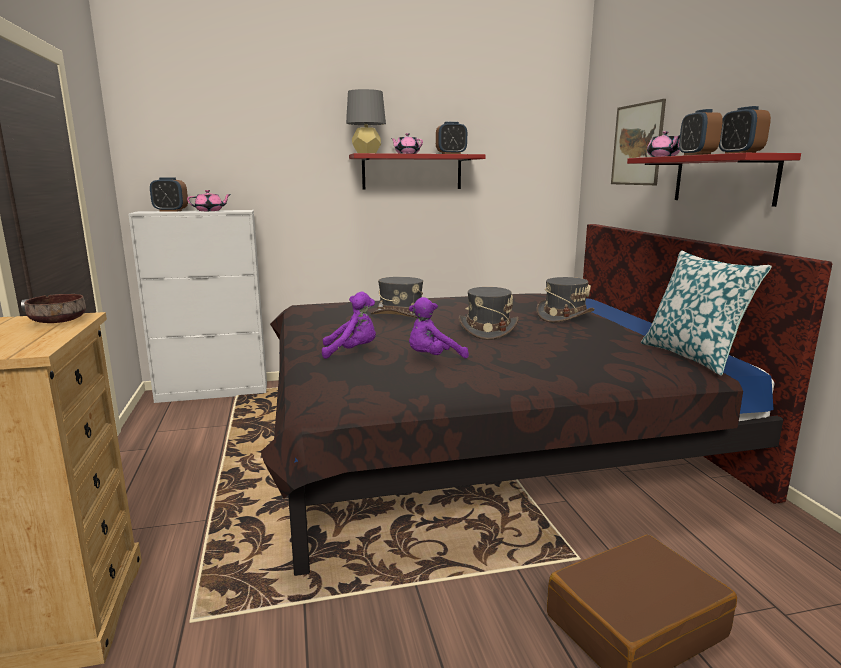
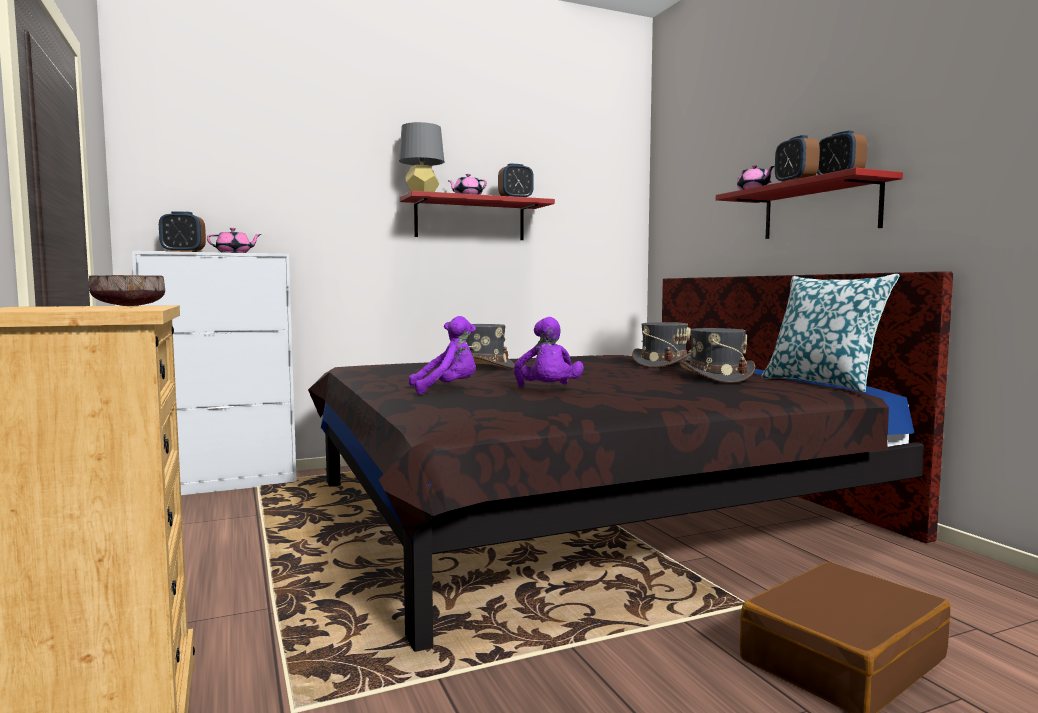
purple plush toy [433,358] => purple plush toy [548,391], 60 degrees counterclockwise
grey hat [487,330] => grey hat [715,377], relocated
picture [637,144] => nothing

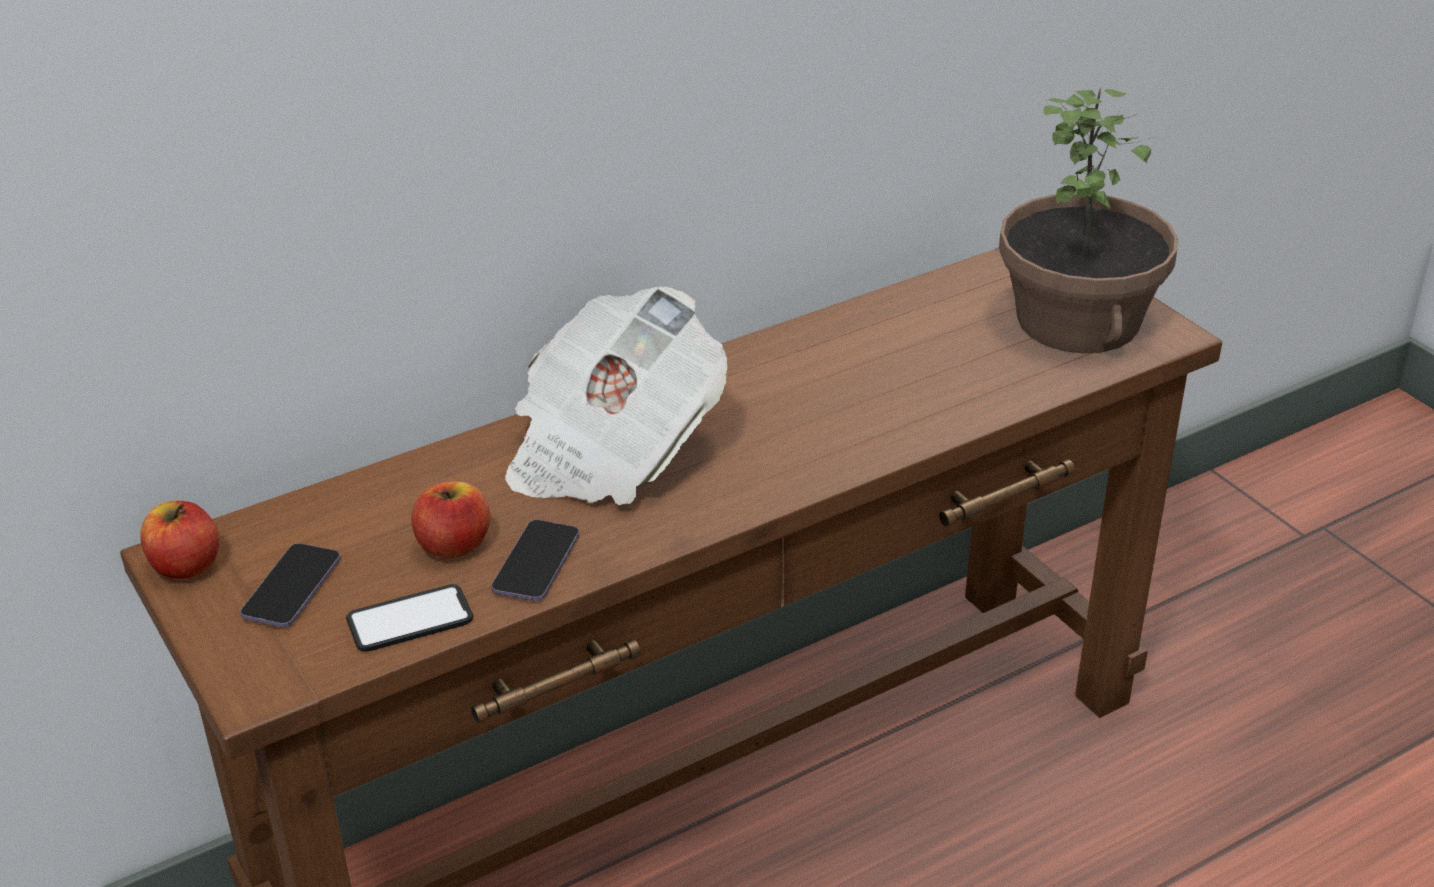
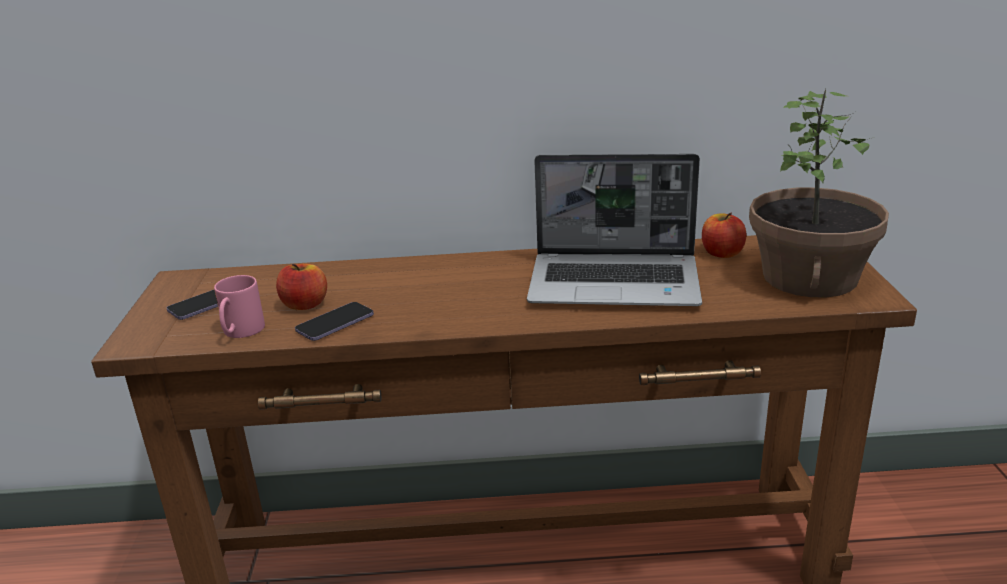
phone [410,620] => pink mug [241,332]
nothing => laptop [616,283]
apple [185,566] => apple [722,253], relocated
newspaper [610,448] => nothing

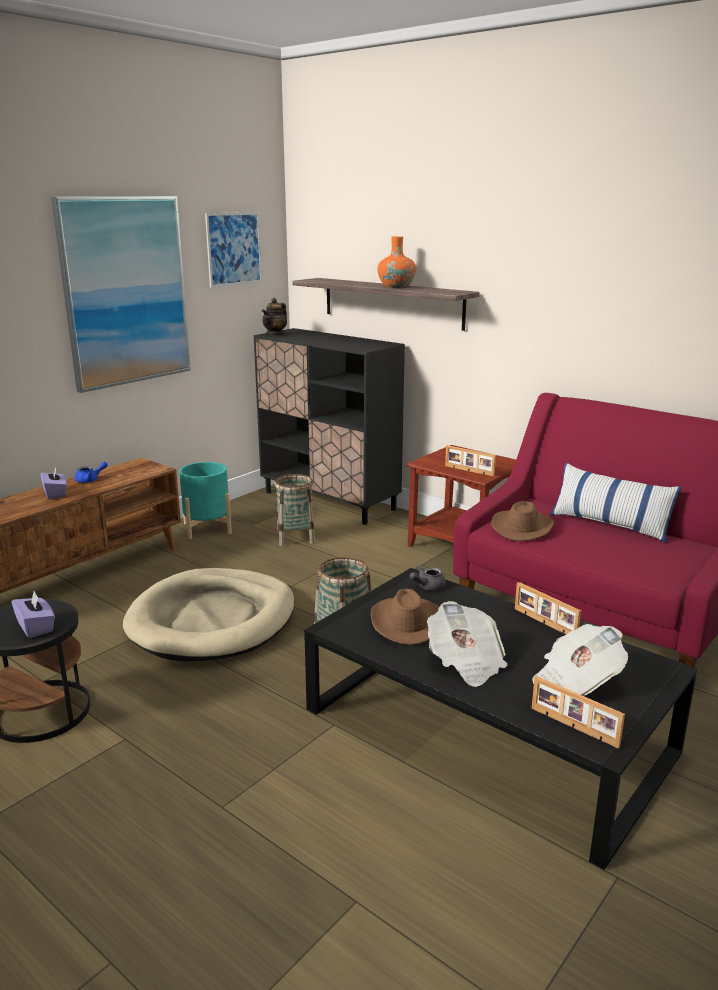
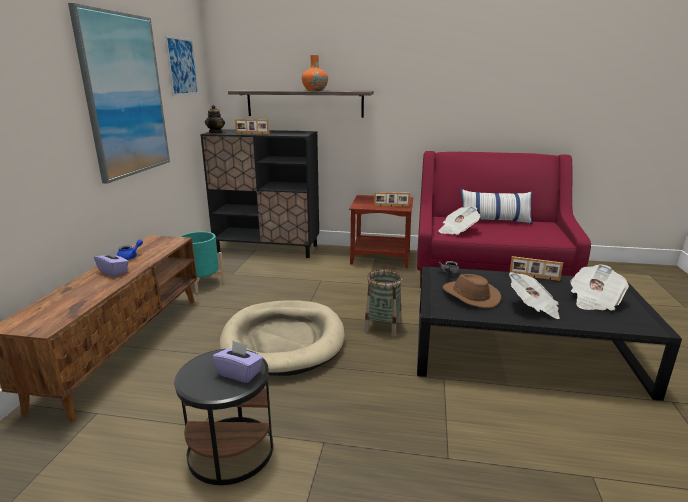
picture frame [573,727] => picture frame [252,133], relocated
brown hat [522,528] => newspaper [457,231]
basket [295,537] => nothing

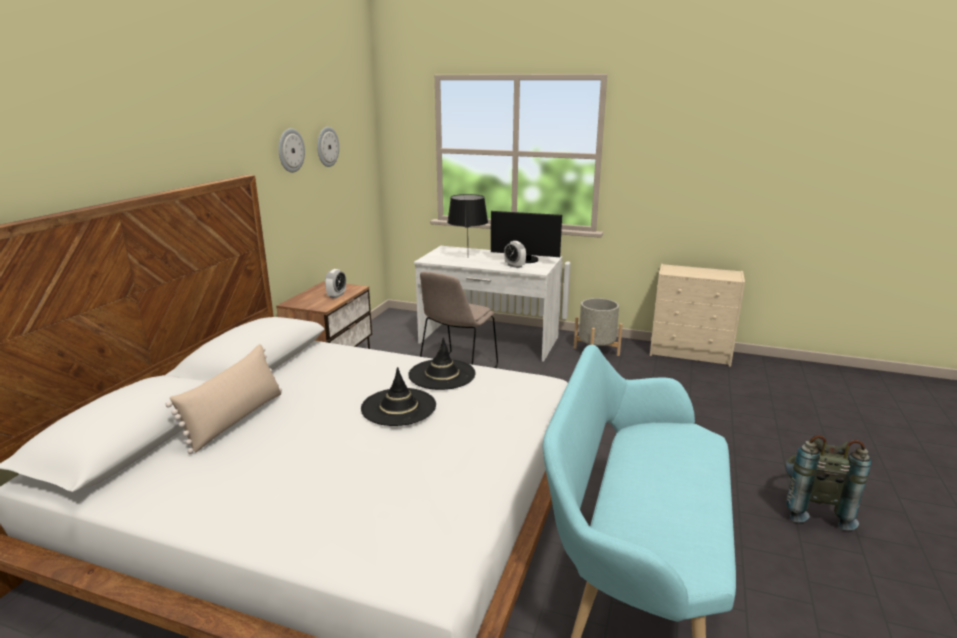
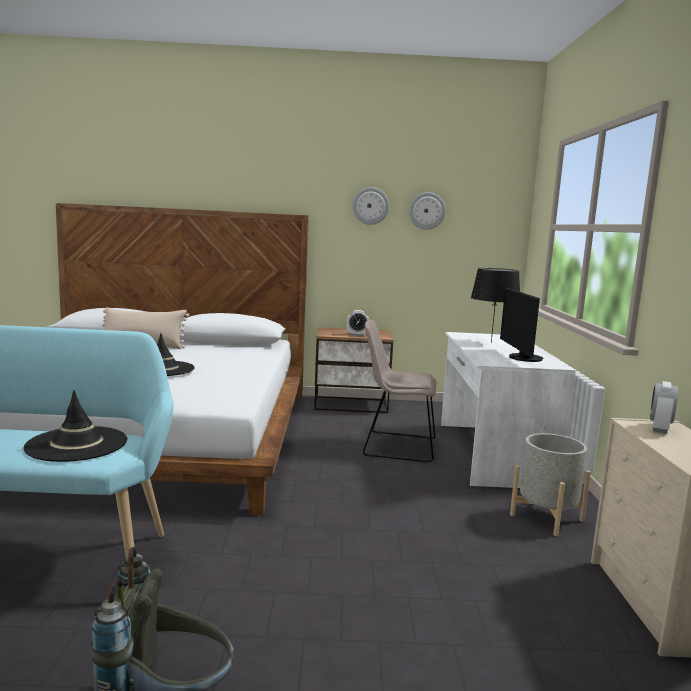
black hat [442,374] => black hat [77,444], relocated
alarm clock [514,266] => alarm clock [659,429], relocated

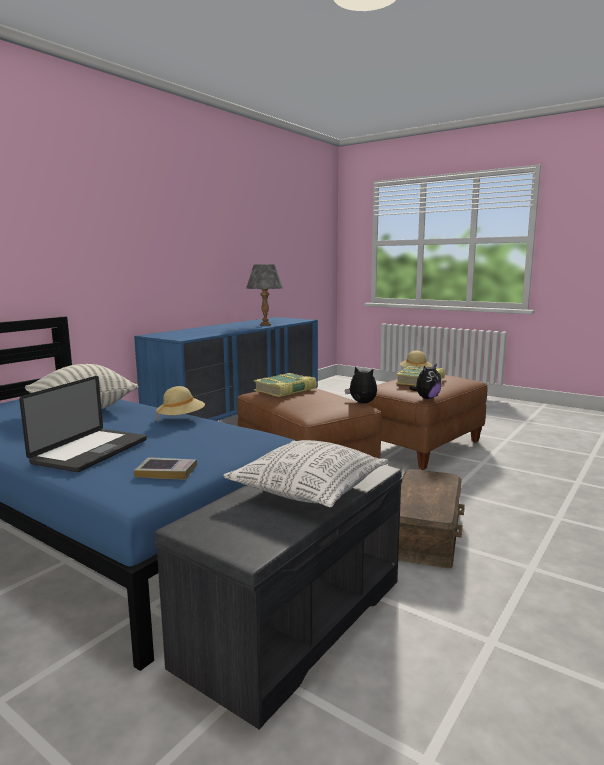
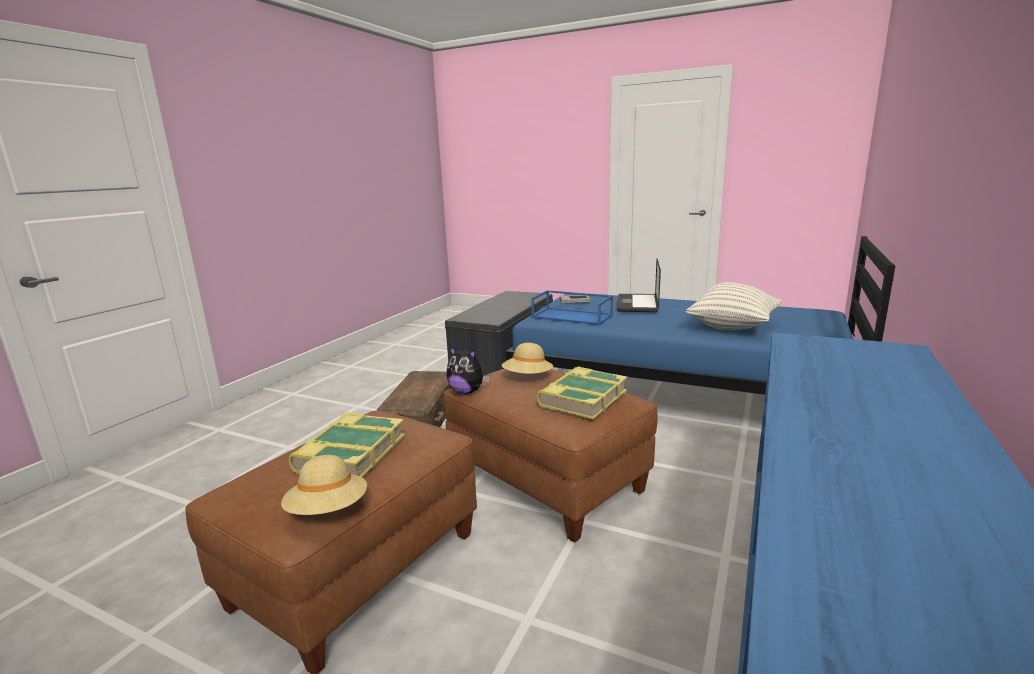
beige hat [181,418] => beige hat [527,377], relocated
nothing => blue tray [573,316]
pillow [309,490] => nothing
grey table lamp [265,324] => nothing
plush toy [426,398] => nothing

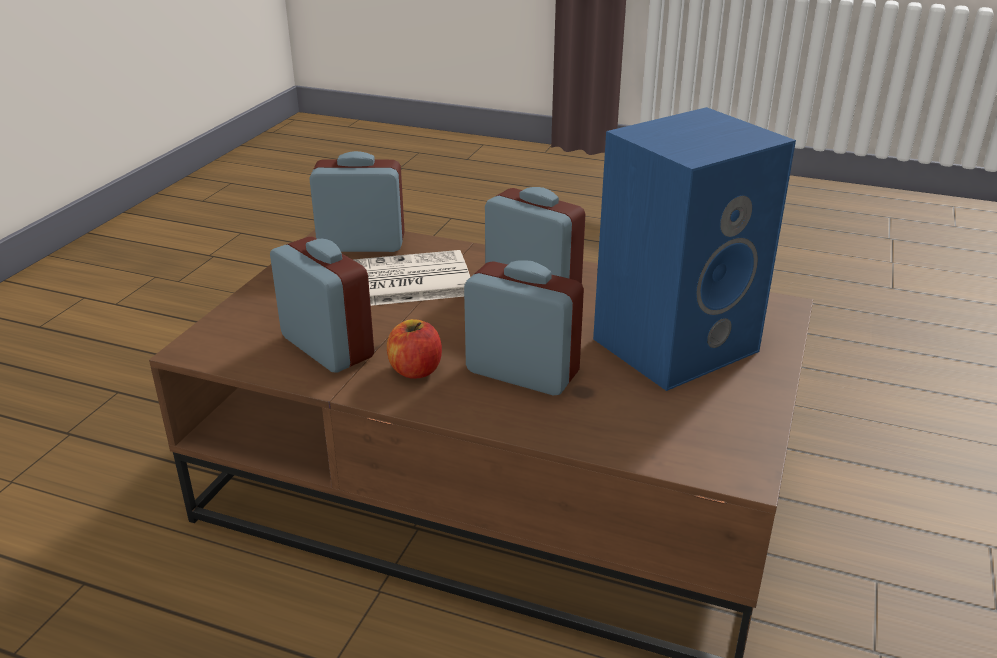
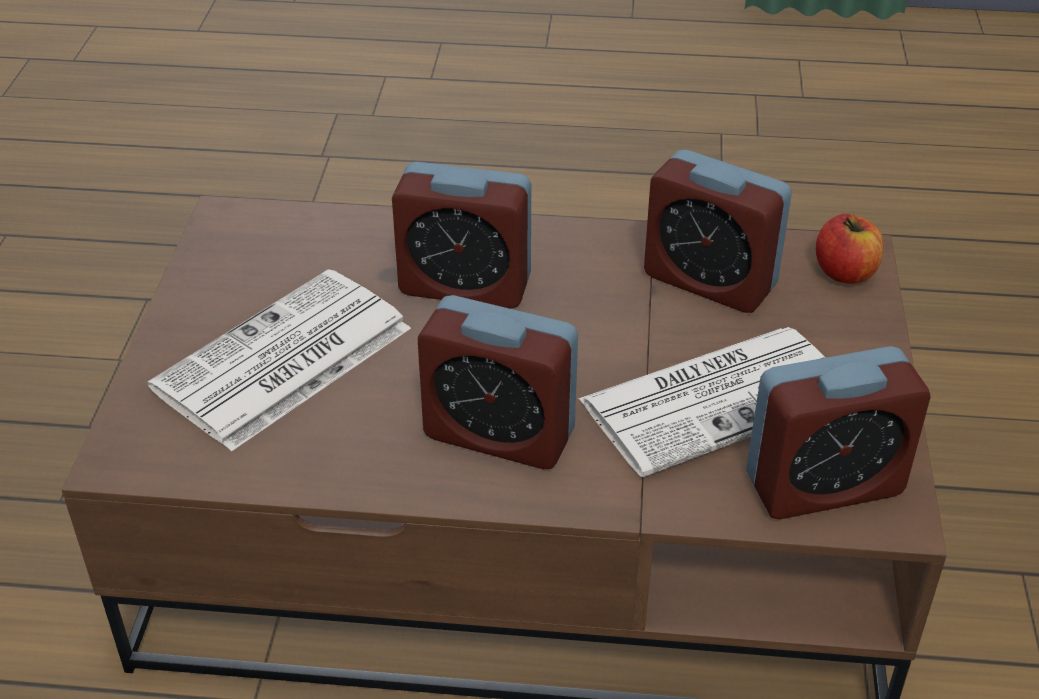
blue speaker [675,342] => newspaper [282,361]
apple [415,370] => apple [845,272], relocated

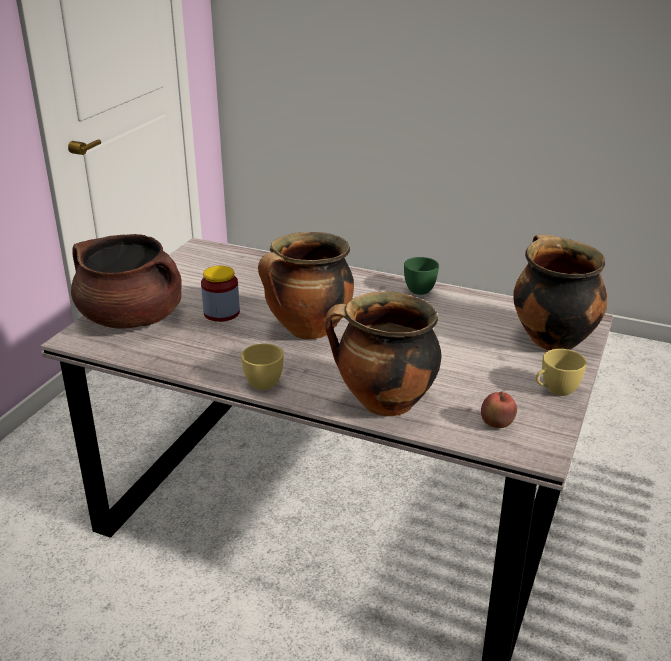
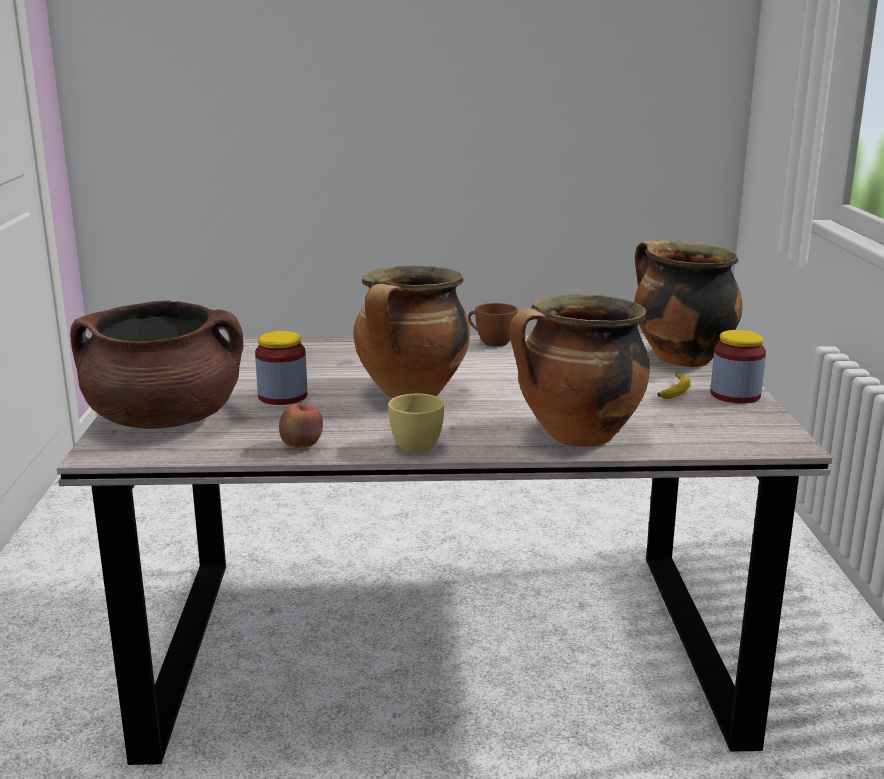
apple [496,425] => apple [302,447], relocated
green cup [417,288] => brown cup [490,342]
nothing => banana [673,391]
yellow cup [555,390] => jar [735,395]

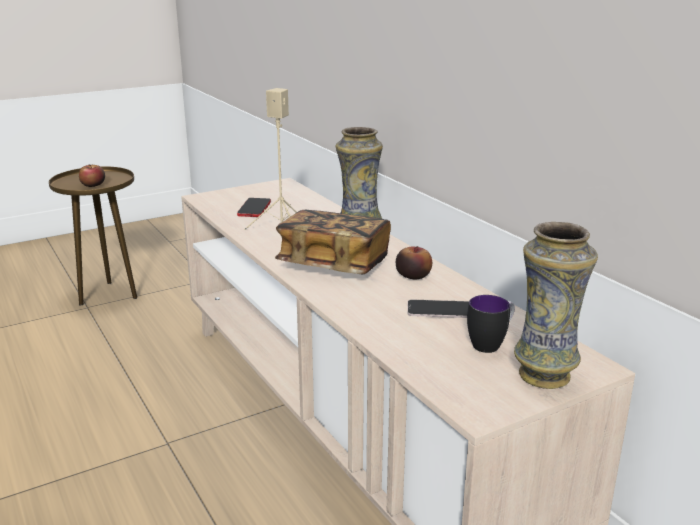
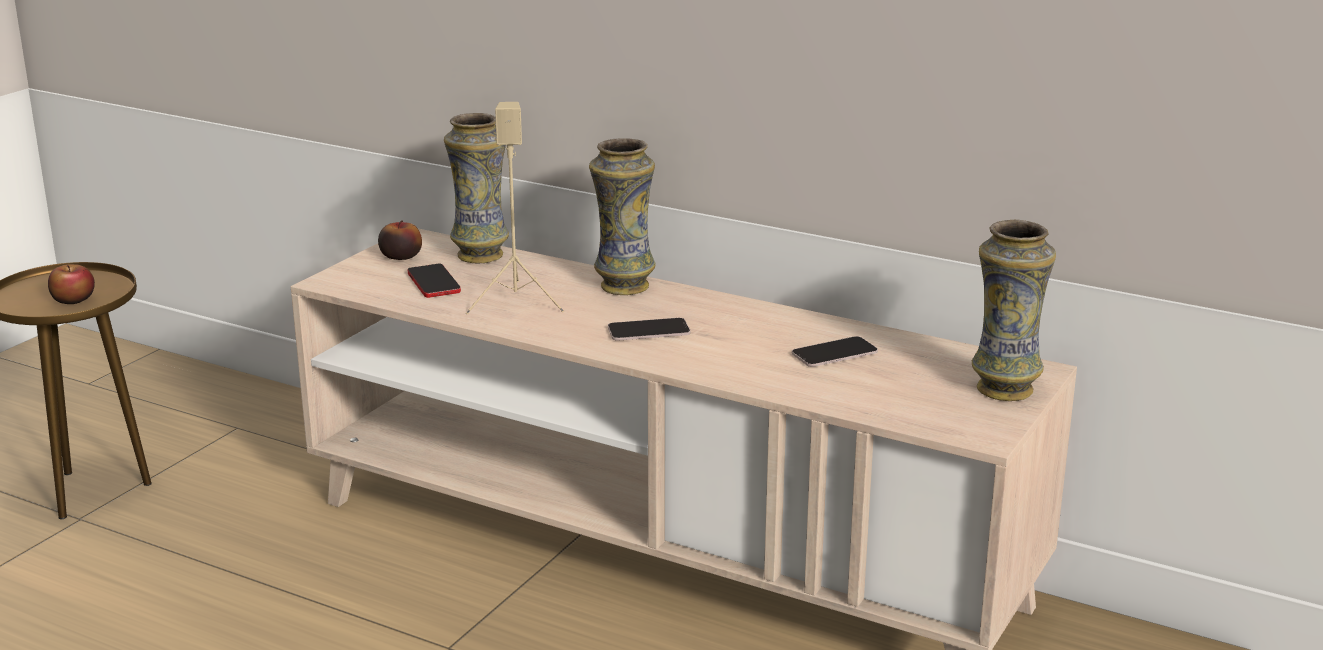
apple [413,275] => apple [401,256], relocated
nothing => vase [481,255]
book [334,264] => phone [648,331]
mug [491,344] => nothing

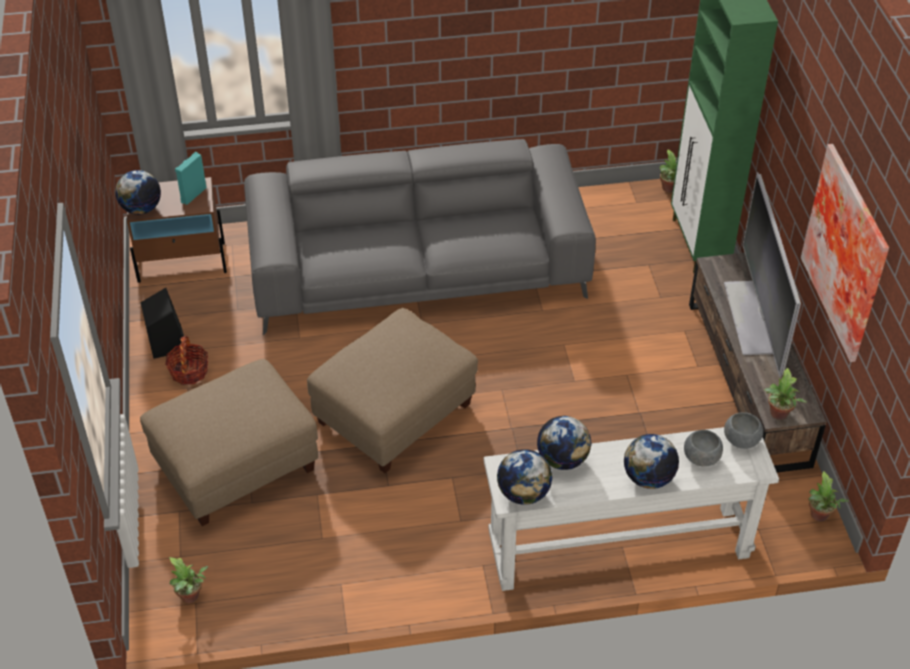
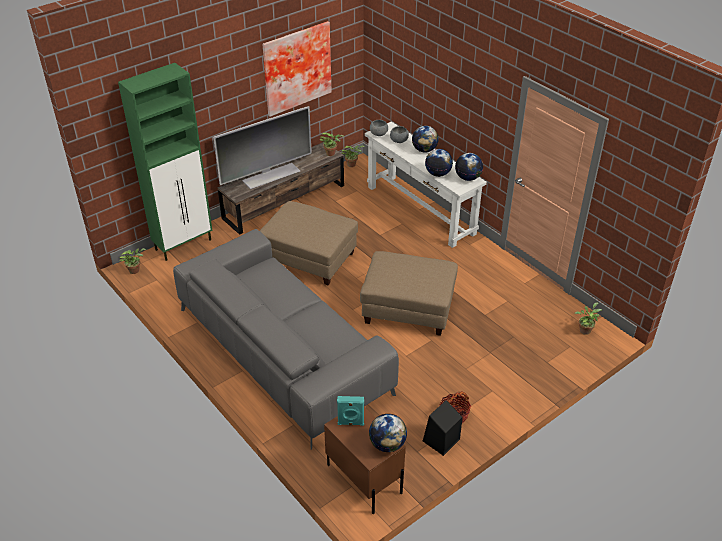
beige ottoman [235,467] => beige ottoman [310,259], relocated

